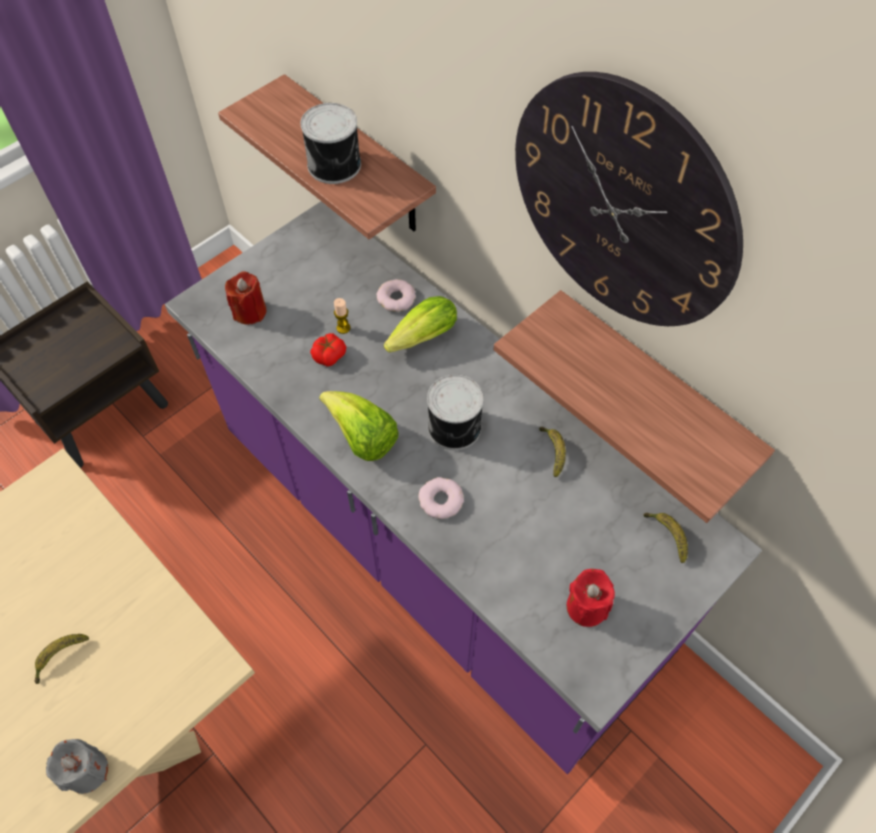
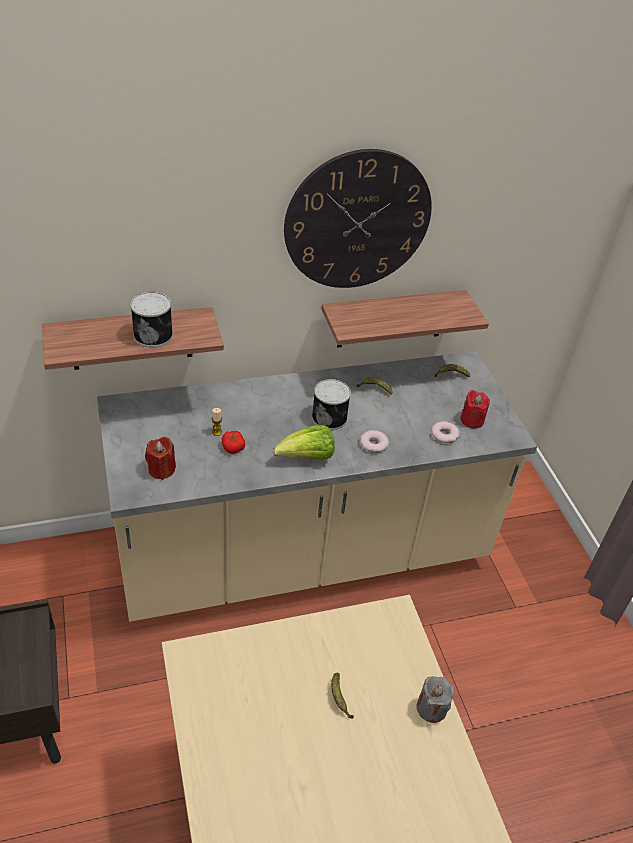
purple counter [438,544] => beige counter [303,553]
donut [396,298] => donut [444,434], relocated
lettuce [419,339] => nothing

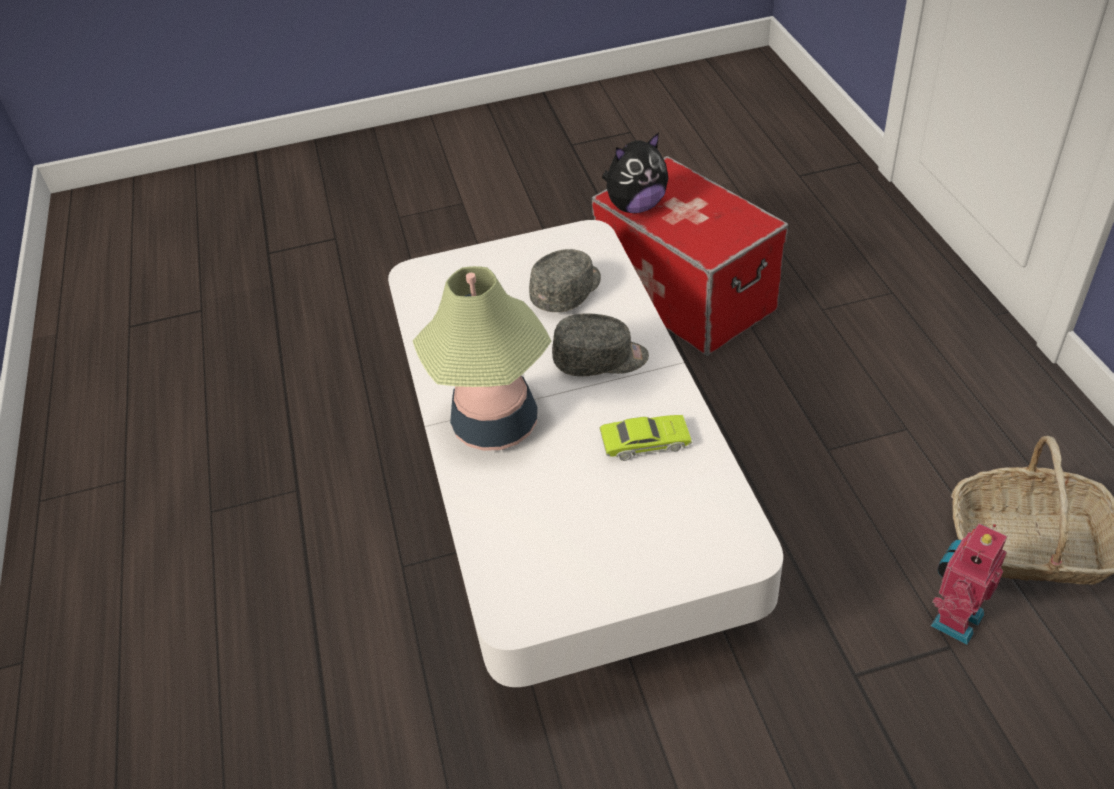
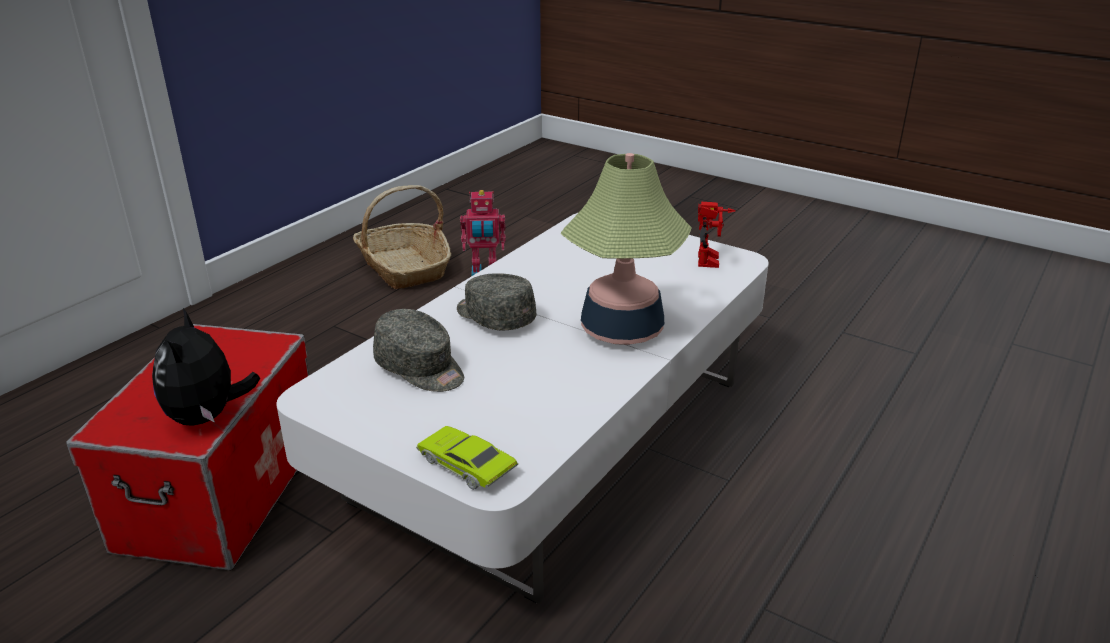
plush toy [636,206] => plush toy [208,417], 120 degrees counterclockwise
grey cap [568,291] => grey cap [421,369], 135 degrees counterclockwise
green toy car [645,442] => green toy car [467,465], relocated
nothing => toy robot [712,262]

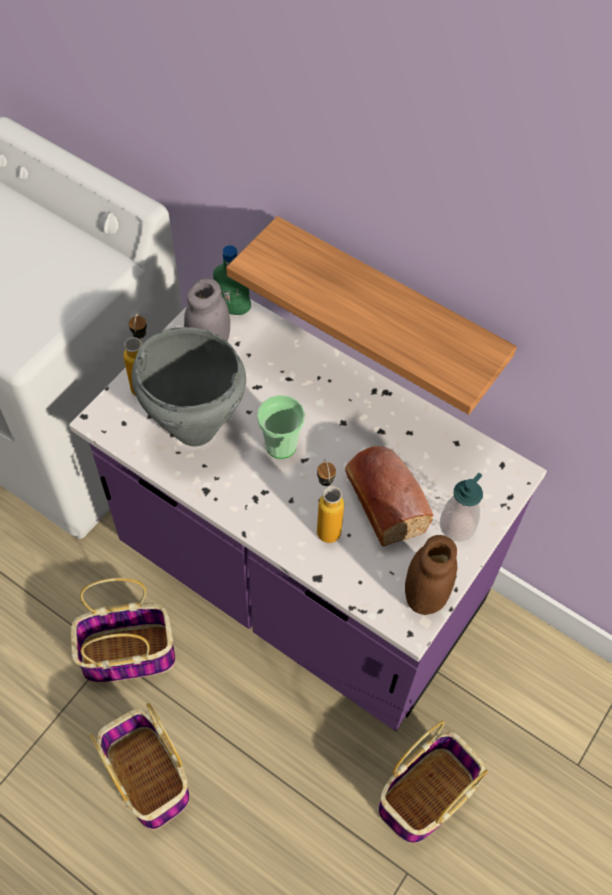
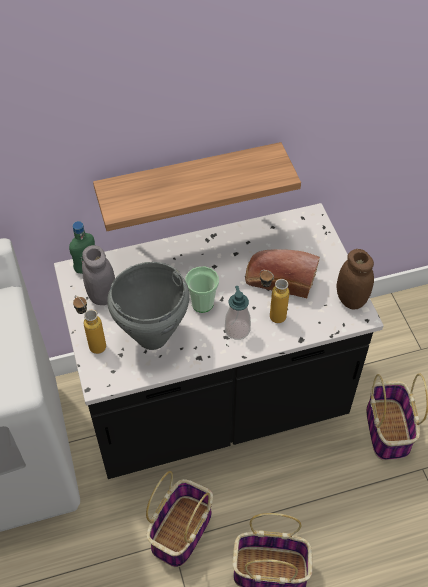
purple counter [300,580] => black counter [214,403]
soap dispenser [457,526] => soap dispenser [237,330], relocated

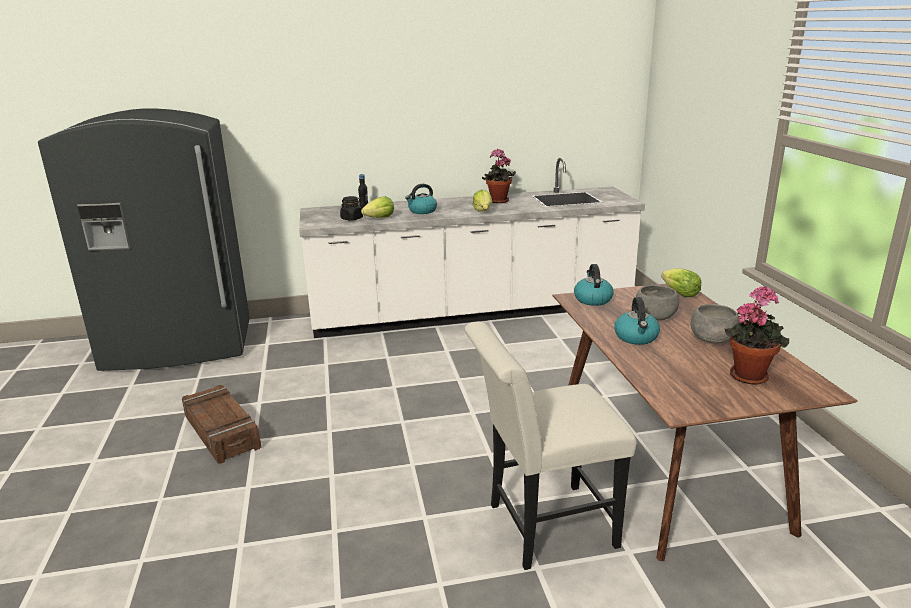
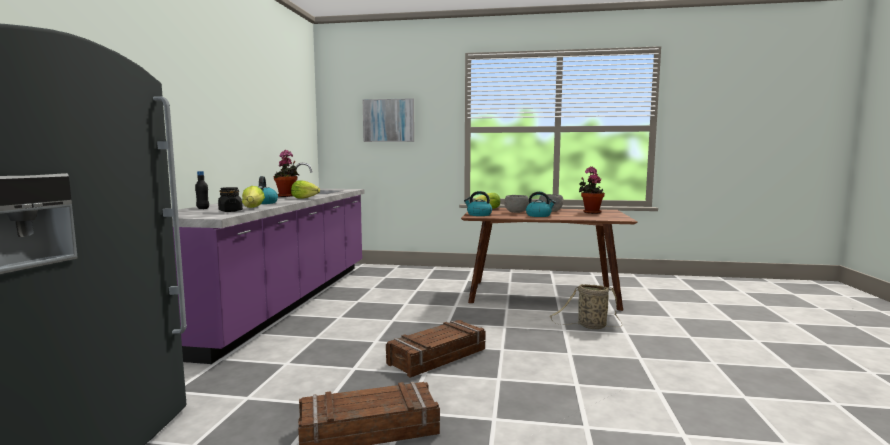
white counter [472,313] => purple counter [285,301]
nothing => picture [388,120]
nothing => crate [438,357]
white chair [542,527] => basket [589,326]

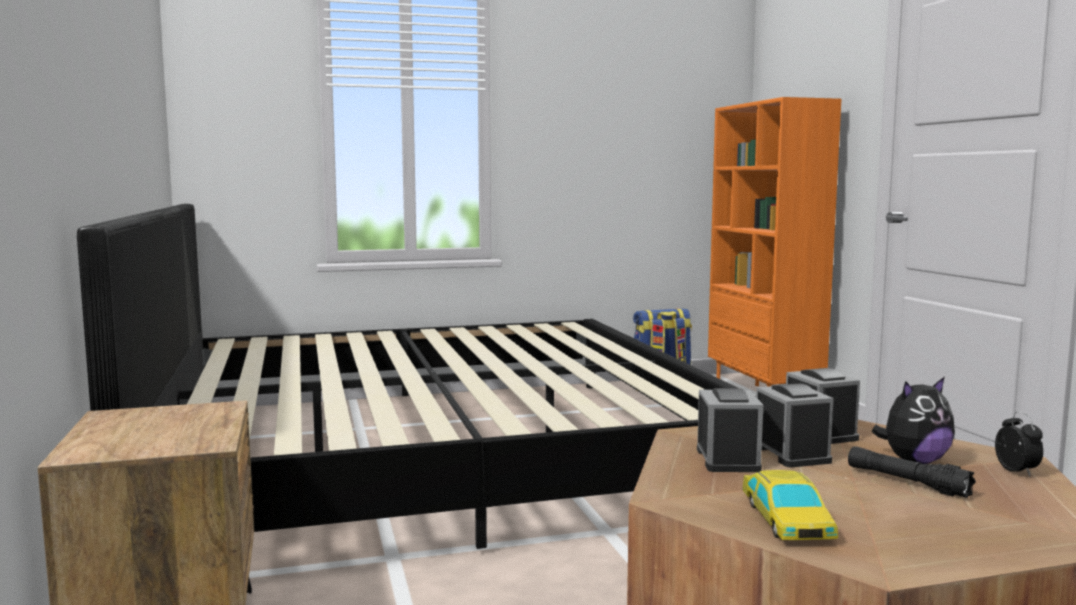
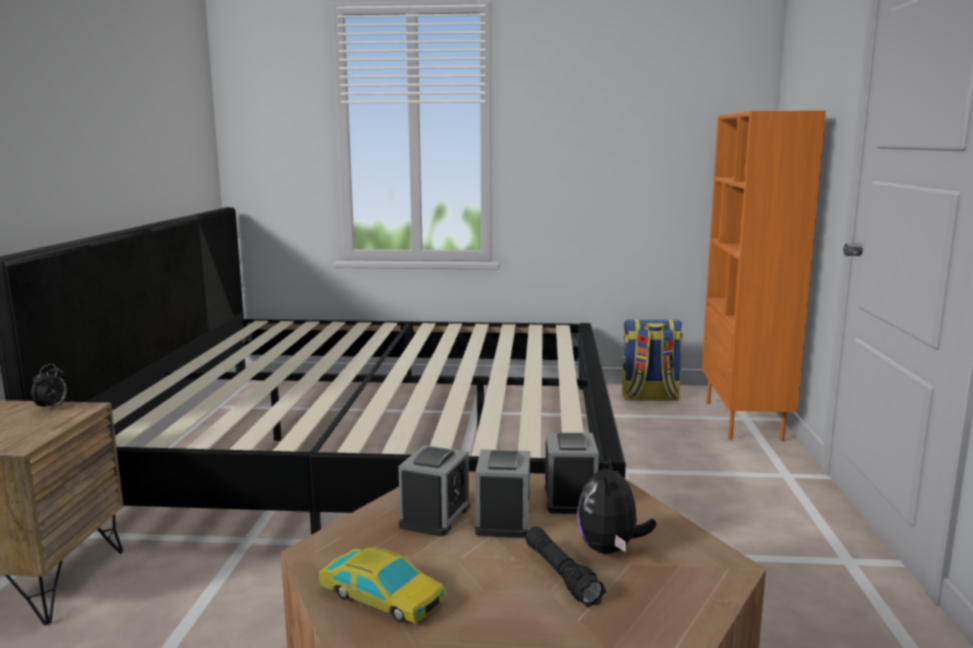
alarm clock [1017,472] => alarm clock [52,407], relocated
toy car [786,519] => toy car [382,596], 75 degrees counterclockwise
plush toy [914,461] => plush toy [610,550], 105 degrees clockwise

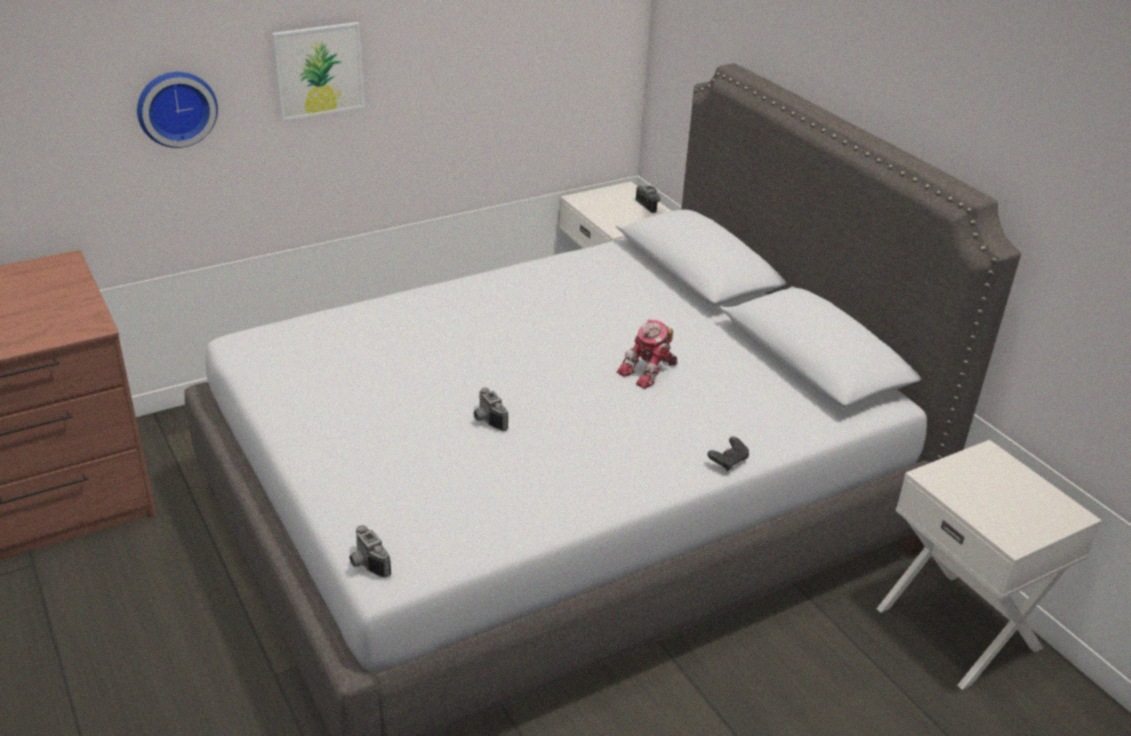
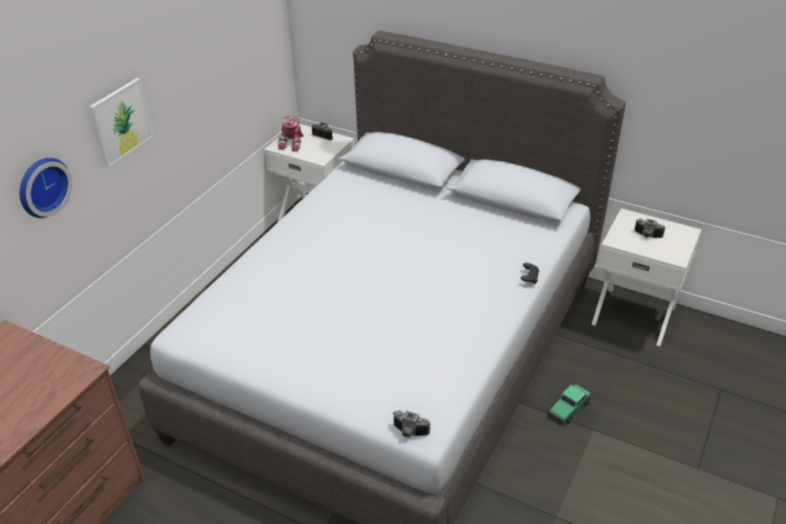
toy robot [650,371] => toy robot [293,143], relocated
nothing => toy car [569,408]
photo camera [487,420] => photo camera [647,236], relocated

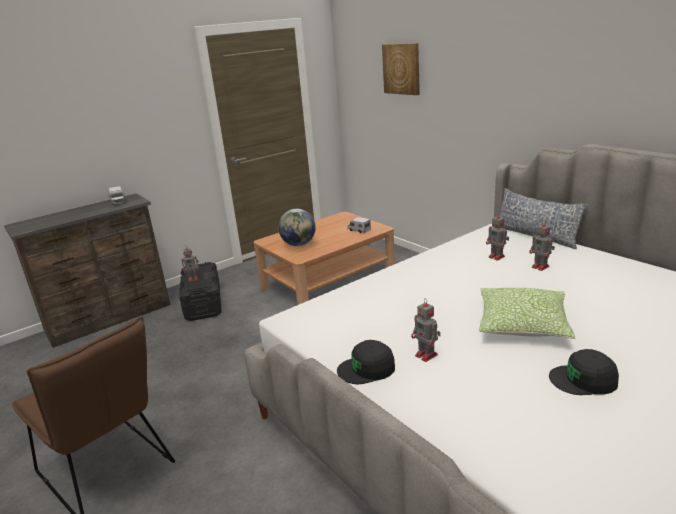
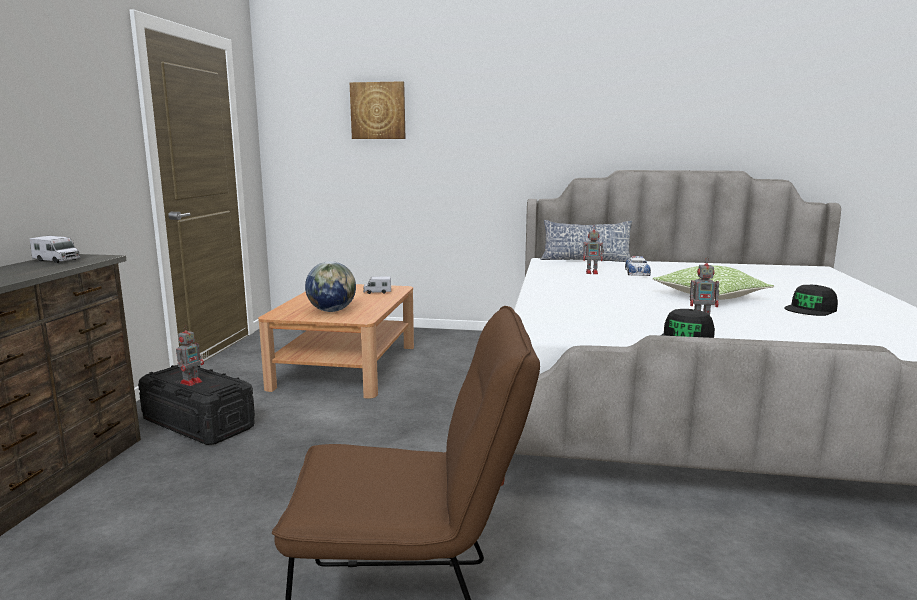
toy robot [541,267] => toy car [637,272]

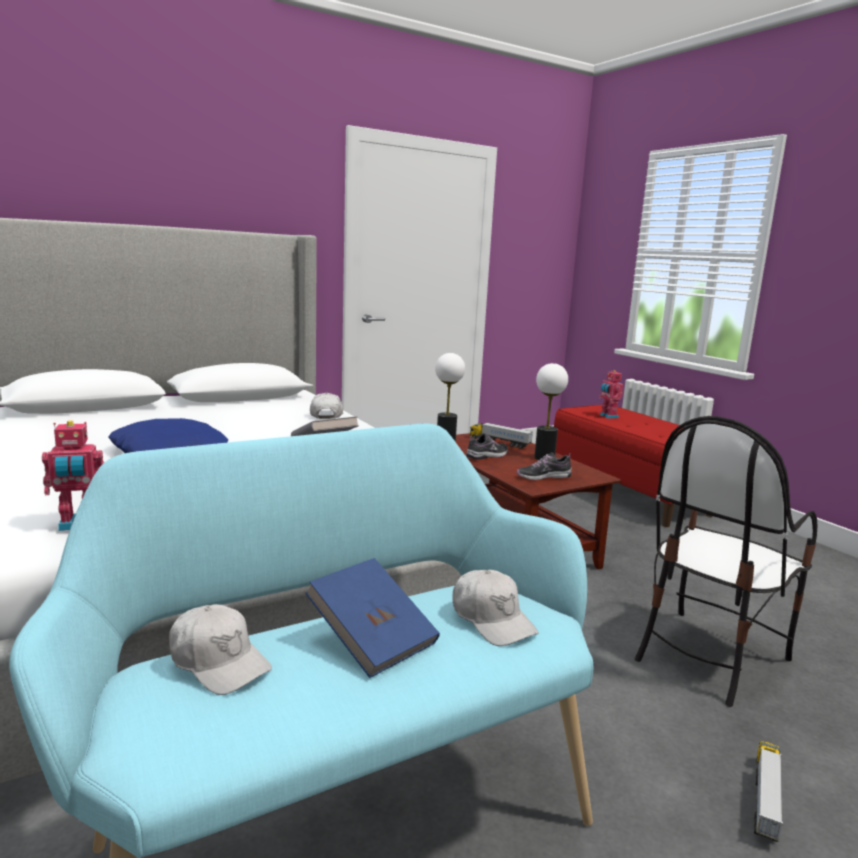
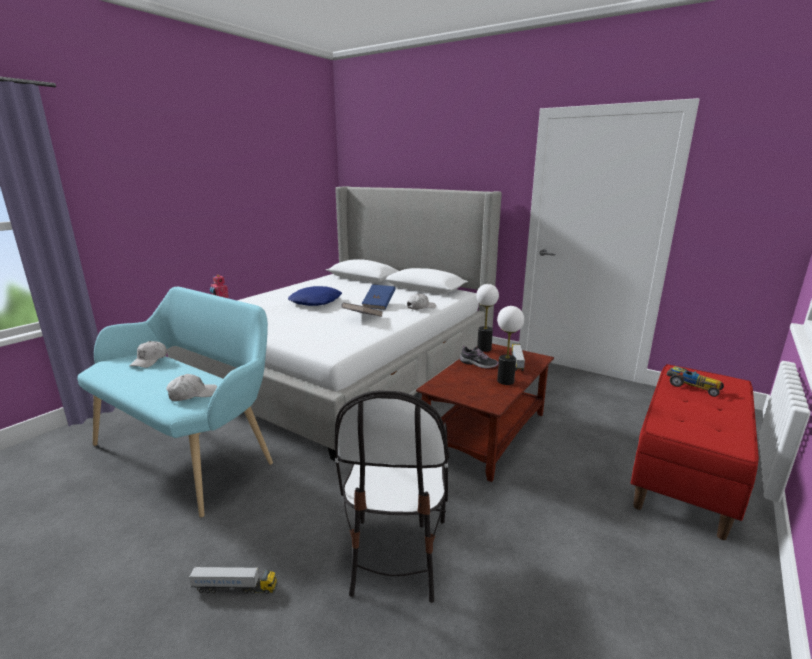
white cap [492,619] => white cap [192,394], 150 degrees counterclockwise
chair [708,655] => chair [395,552], 105 degrees counterclockwise
blue book [372,639] => blue book [379,305], relocated
toy robot [608,416] => toy car [692,386]
shoe [543,477] => nothing

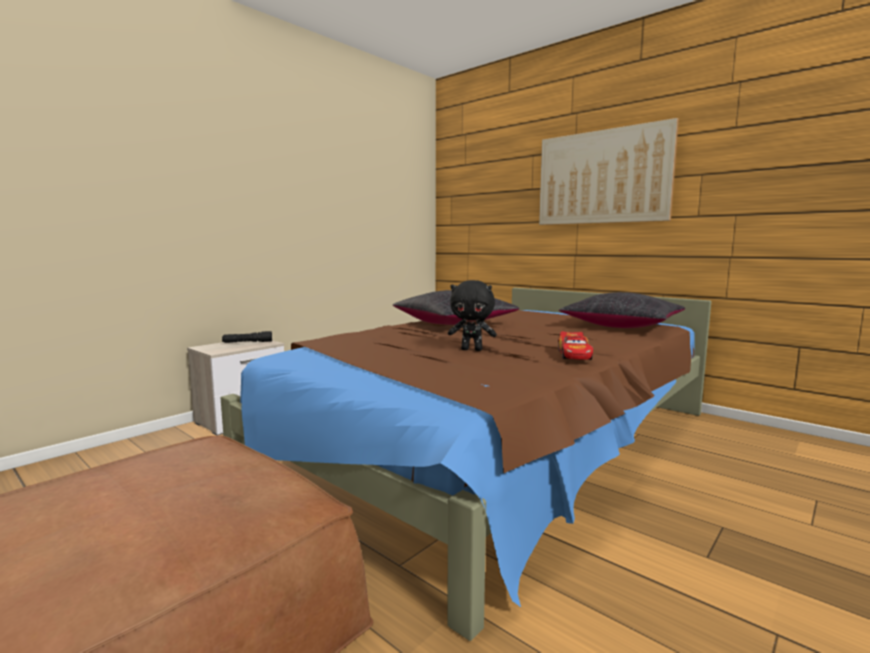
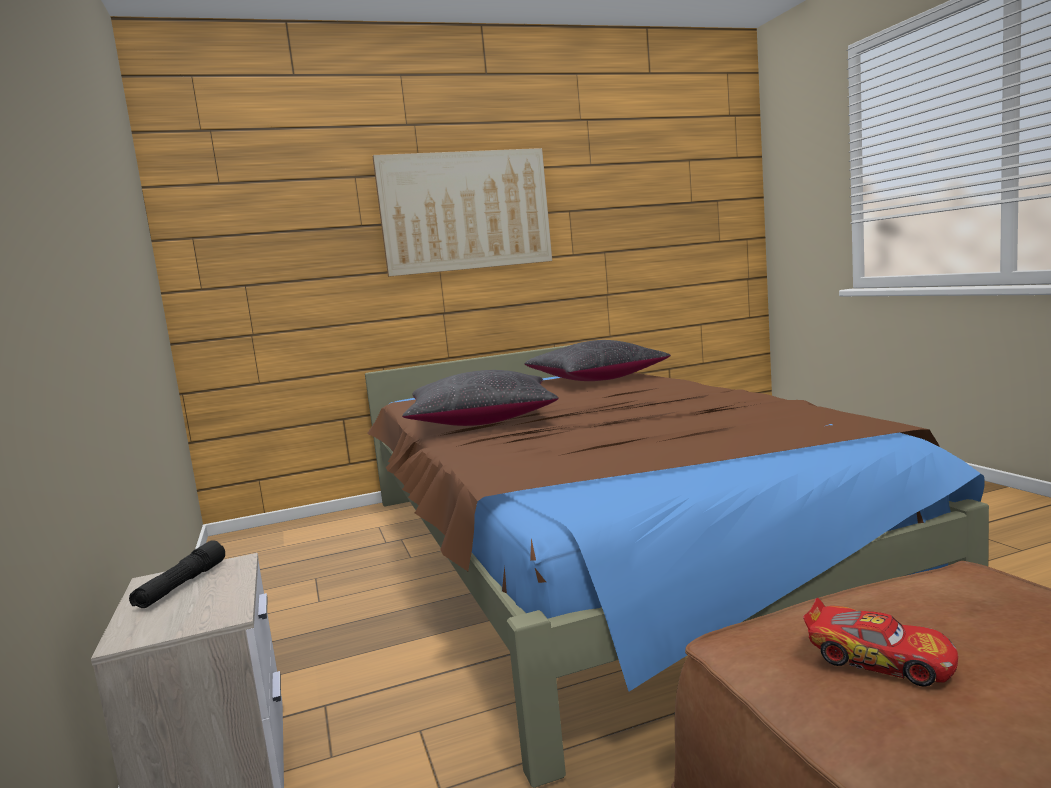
toy car [574,355] => toy car [879,659], relocated
black plush toy [472,349] => nothing

